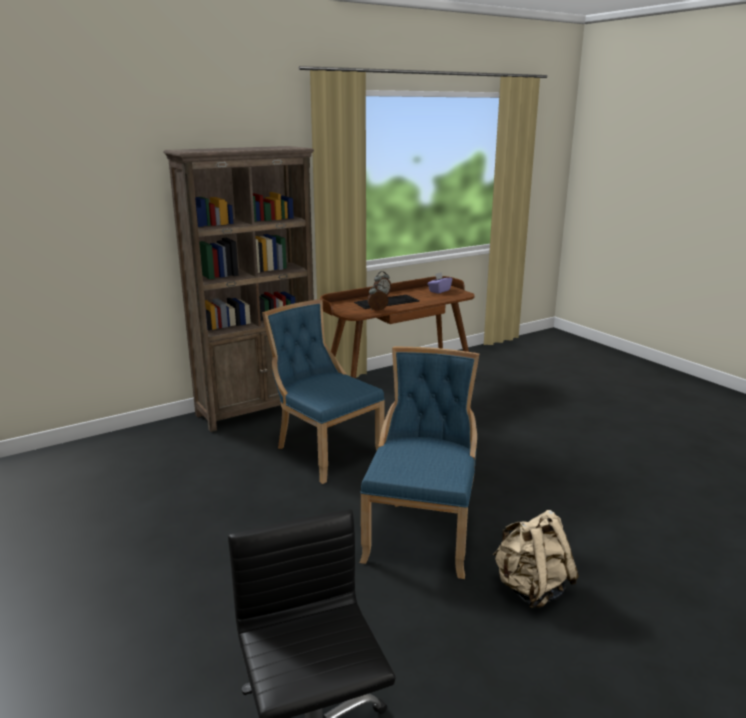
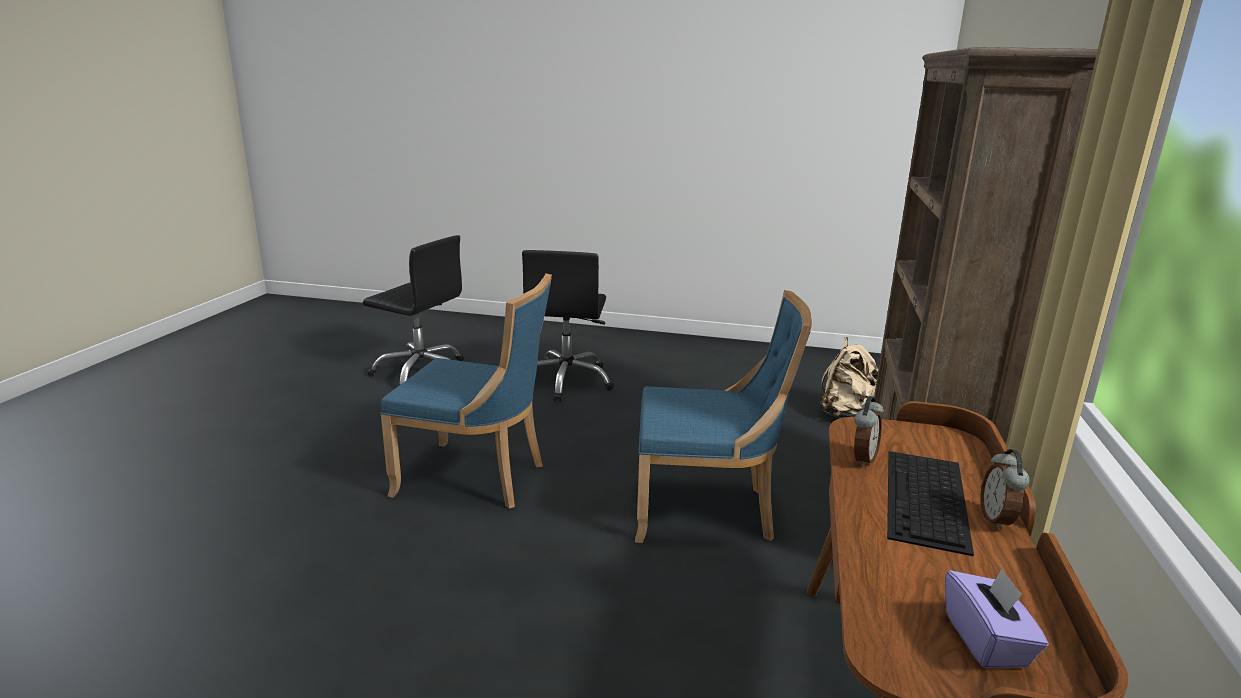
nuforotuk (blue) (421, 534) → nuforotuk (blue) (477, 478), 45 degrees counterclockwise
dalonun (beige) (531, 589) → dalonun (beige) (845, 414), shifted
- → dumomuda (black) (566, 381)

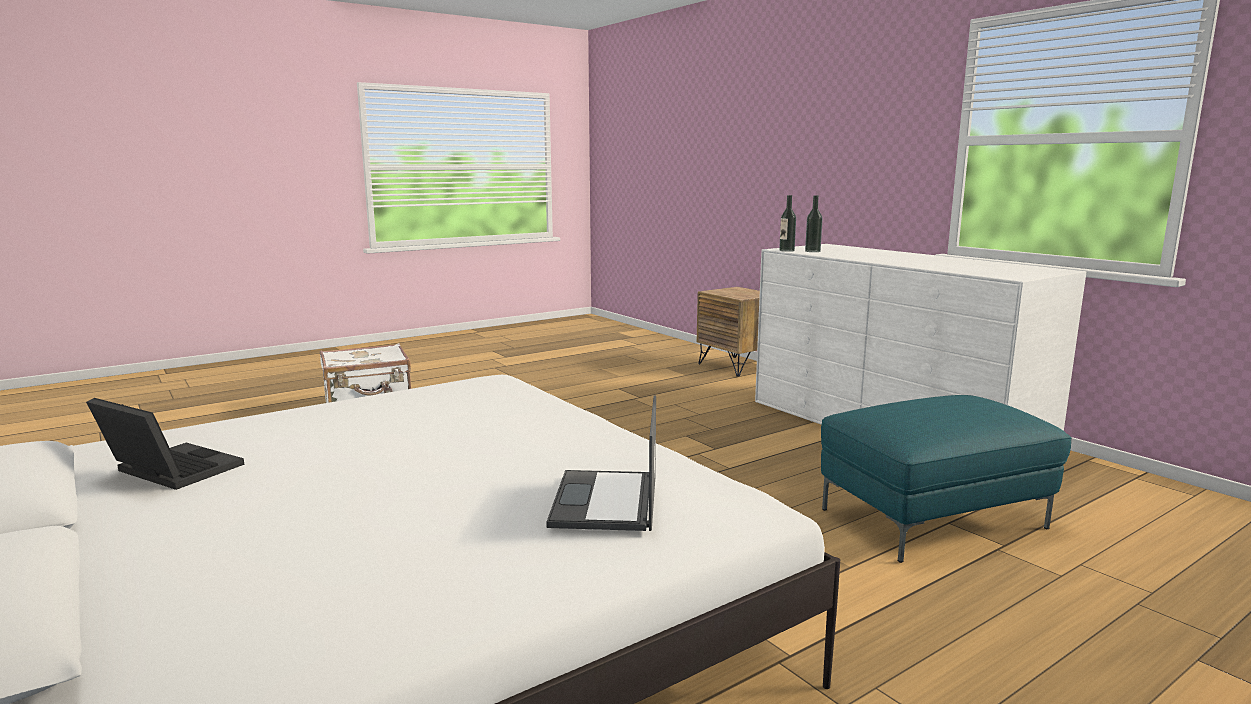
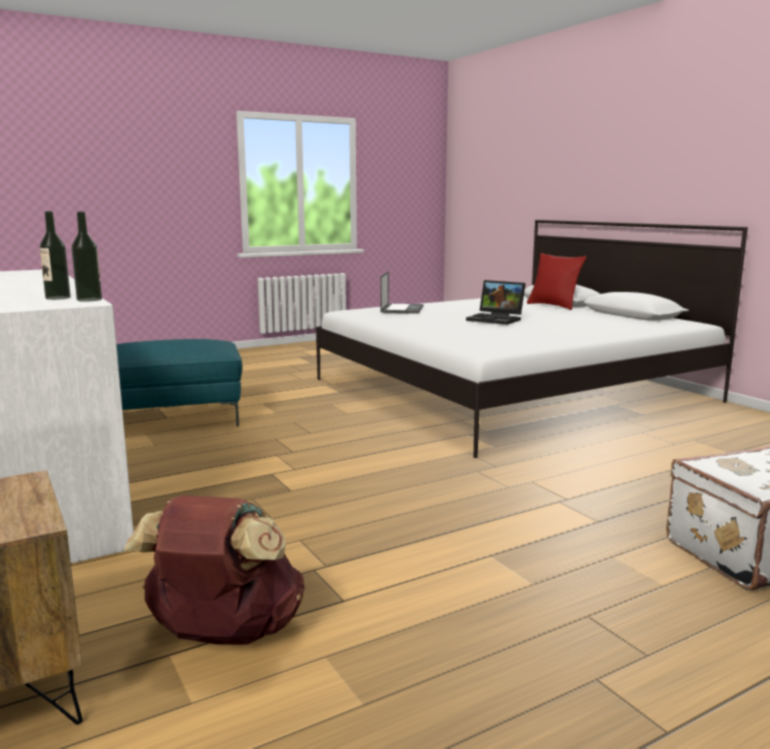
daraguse (168, 471) → daraguse (496, 319), shifted
- → dalonun (brown) (224, 635)
- → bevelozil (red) (553, 306)

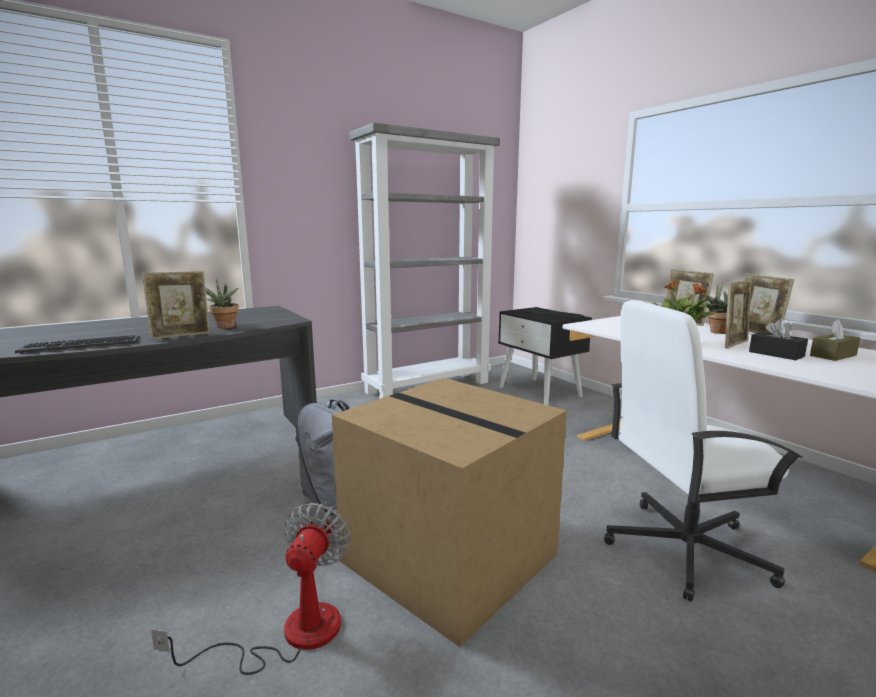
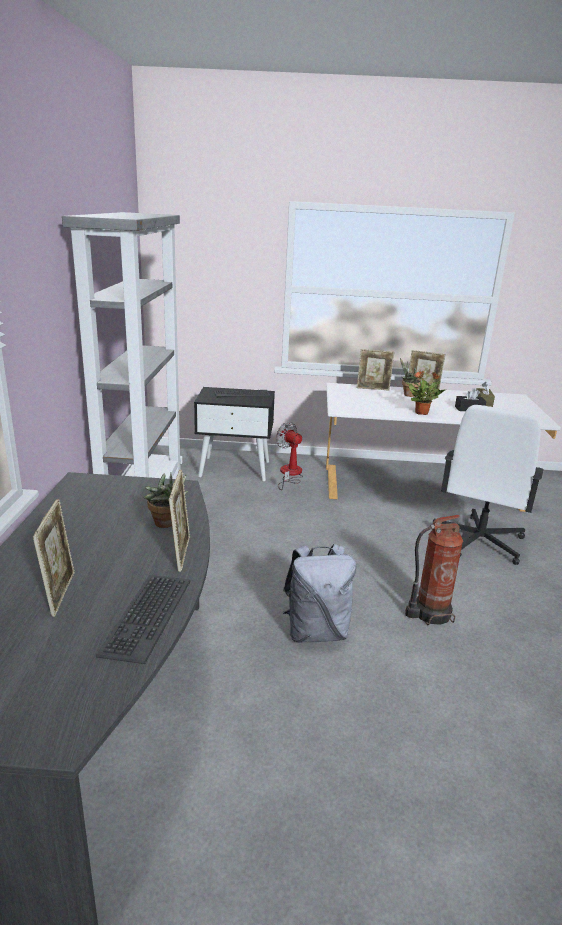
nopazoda (290, 635) → nopazoda (289, 474), shifted
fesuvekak (453, 557) → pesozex (429, 613)
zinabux (734, 344) → zinabux (60, 593), shifted

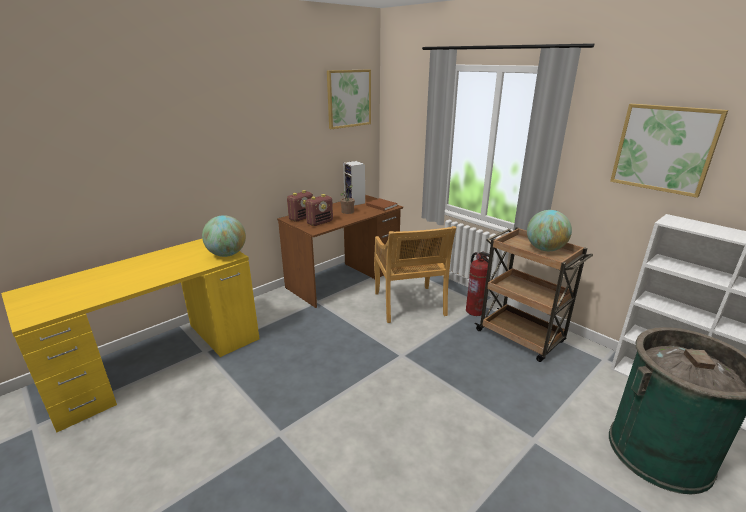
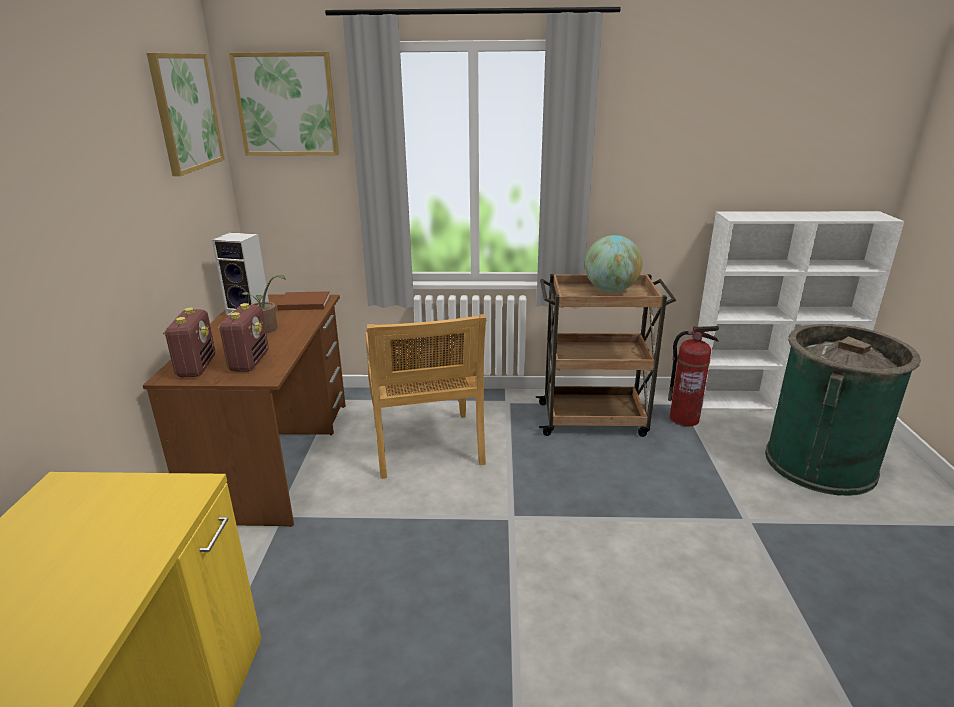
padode (227, 254) → -
nuforotuk (beige) (409, 305) → nuforotuk (beige) (427, 446), 45 degrees clockwise
pesozex (475, 311) → pesozex (684, 419), shifted
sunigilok (664, 148) → sunigilok (287, 105), shifted

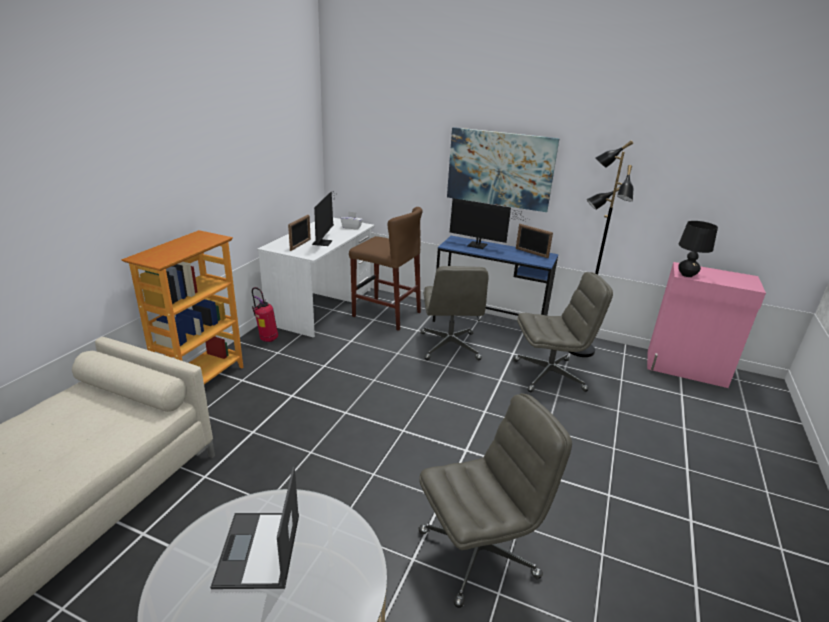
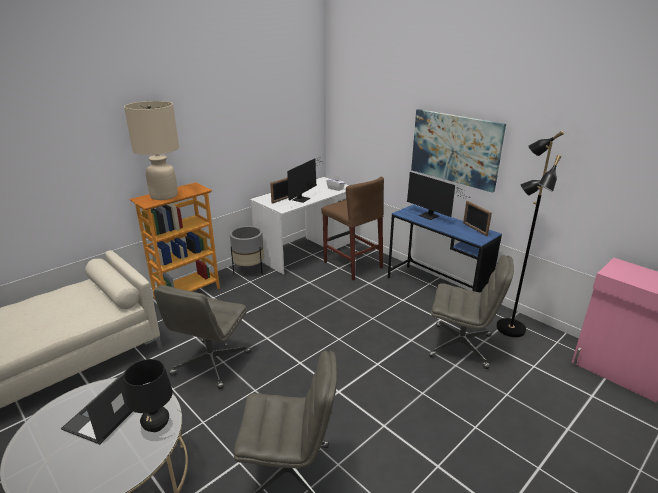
pesozex (267, 339) → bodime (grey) (249, 270)
dumomuda (grey) (450, 347) → dumomuda (grey) (211, 364), shifted
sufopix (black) (687, 275) → sufopix (black) (156, 426), shifted
- → sufopix (beige) (164, 195)

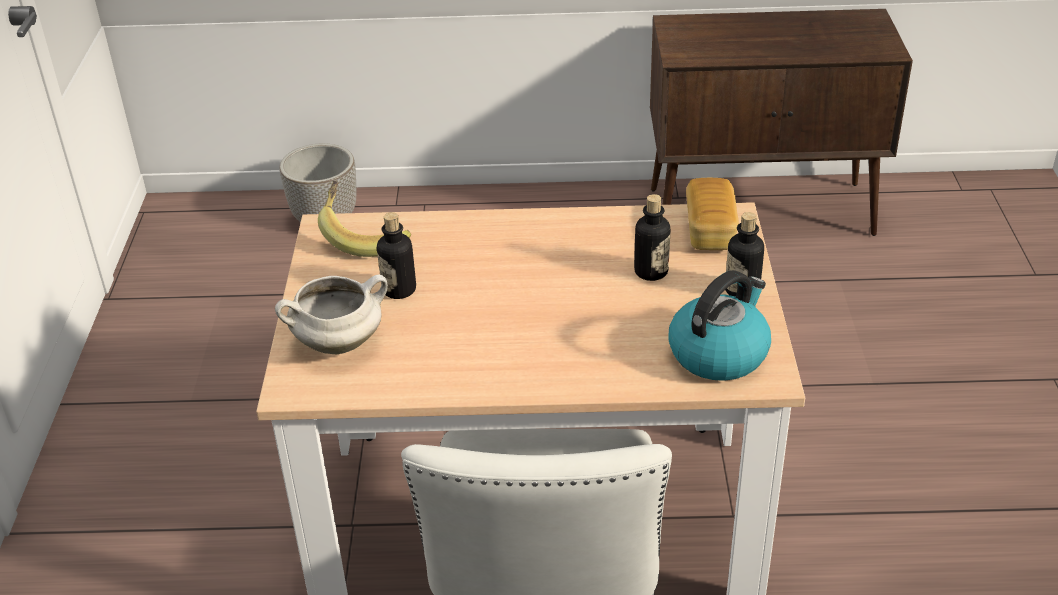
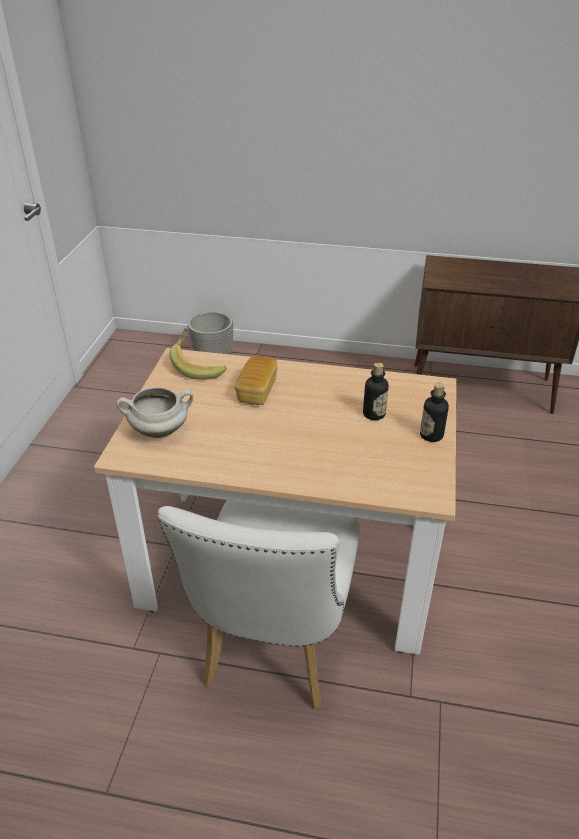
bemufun (399, 289) → -
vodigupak (719, 353) → -
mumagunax (710, 231) → mumagunax (257, 391), shifted

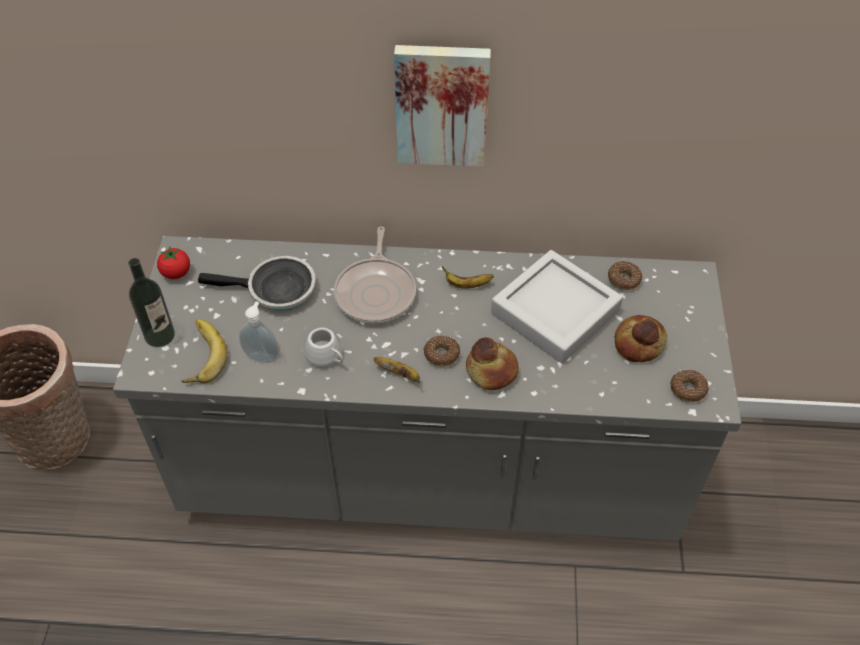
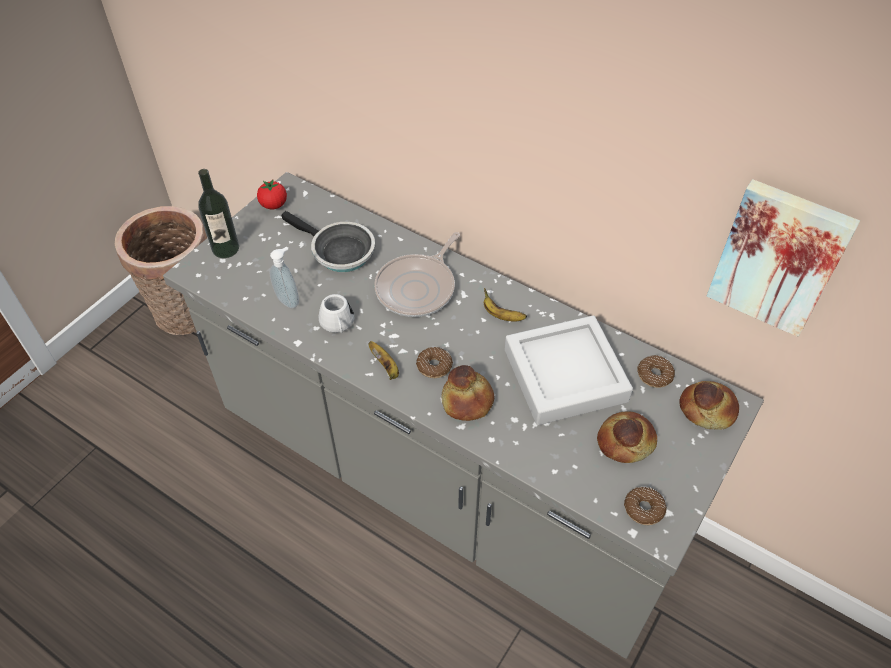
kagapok (200, 355) → -
sunigilok (442, 104) → sunigilok (779, 257), shifted
- → mumagunax (707, 410)

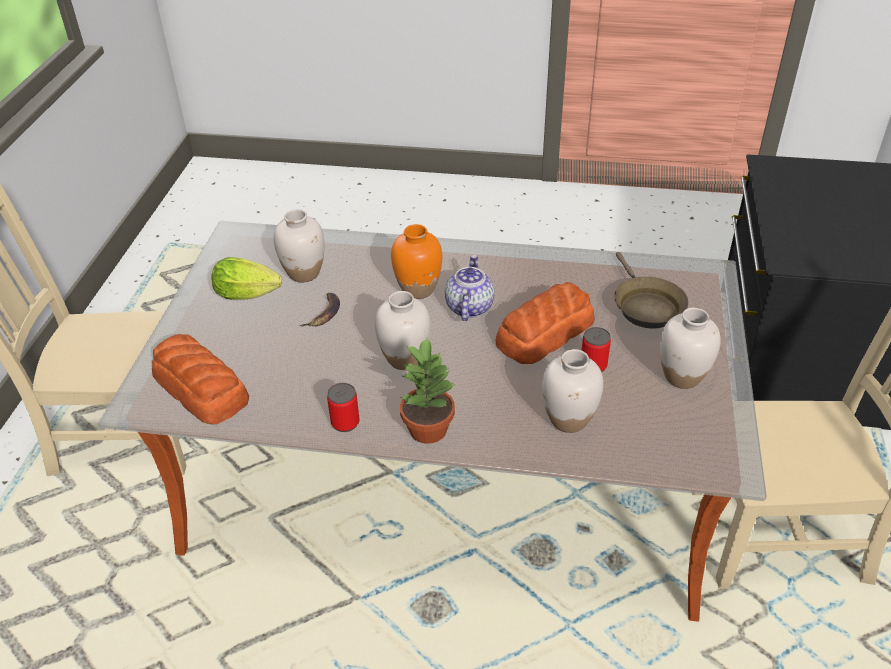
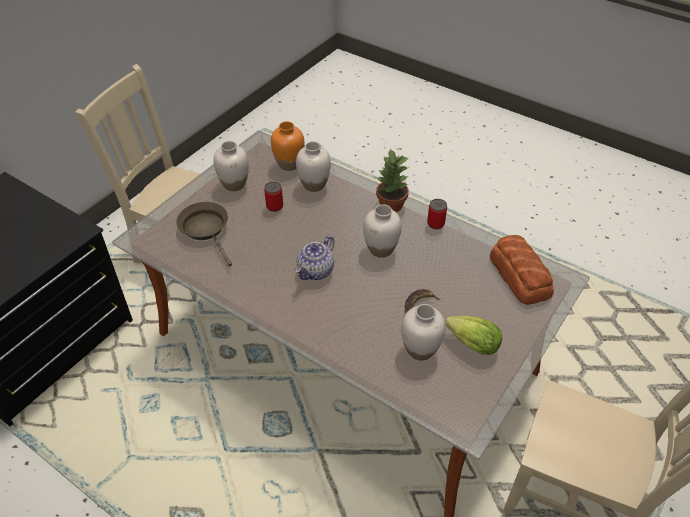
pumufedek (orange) (418, 289) → pumufedek (orange) (289, 164), shifted
mumagunax (543, 333) → -
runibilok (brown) (645, 306) → runibilok (brown) (206, 230), 45 degrees counterclockwise

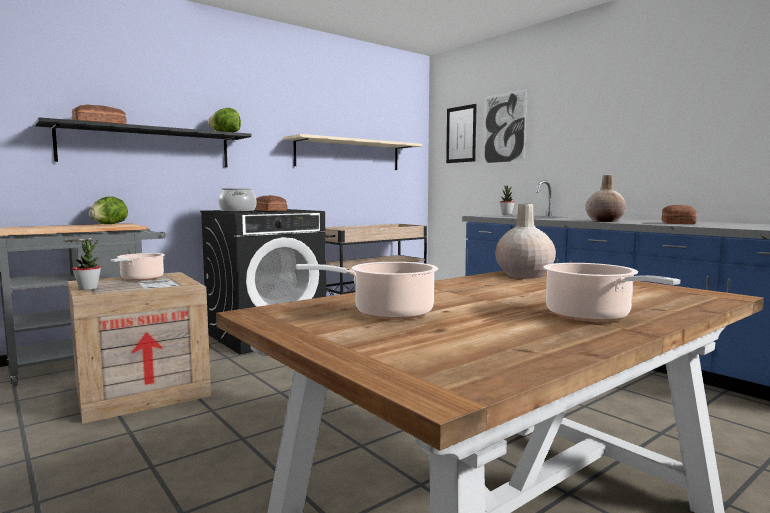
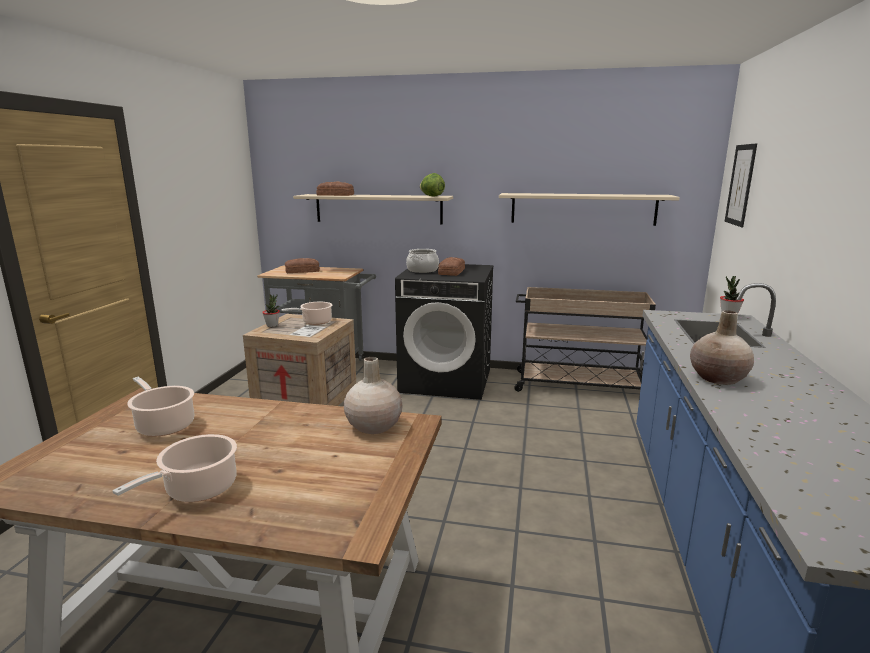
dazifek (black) (148, 147) → dazifek (beige) (378, 209)
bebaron (109, 224) → -
sunigilok (504, 128) → -
mumagunax (676, 223) → mumagunax (302, 271), shifted

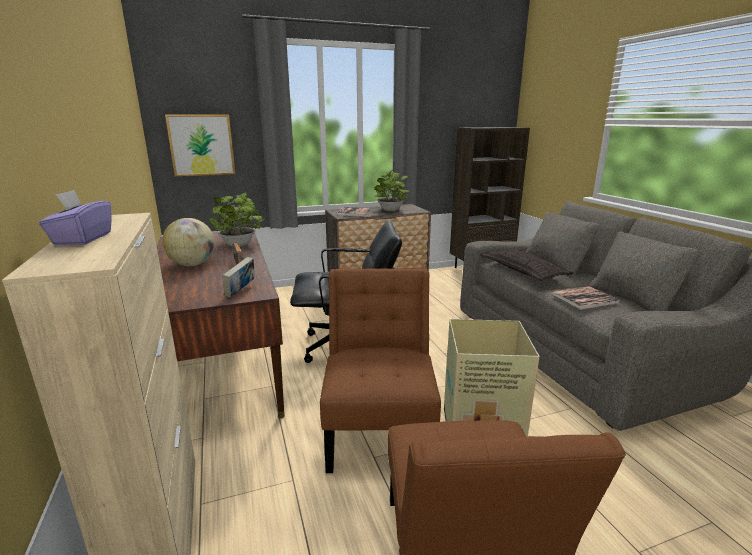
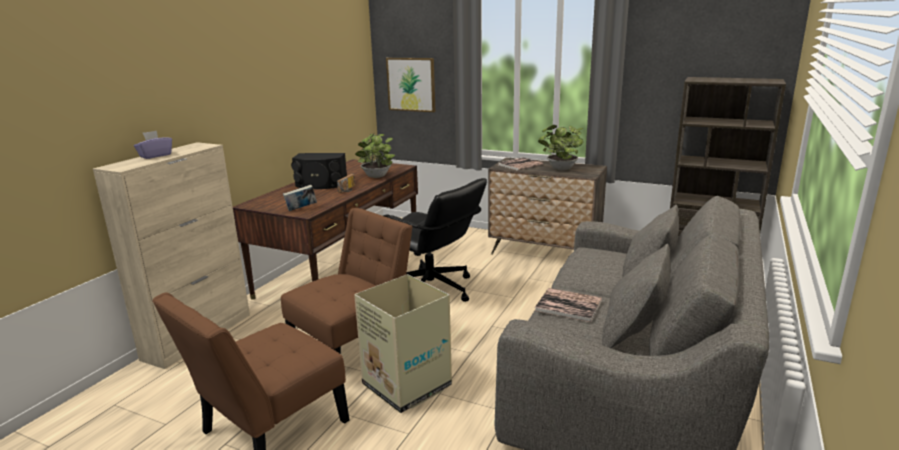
padode (192, 264) → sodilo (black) (320, 184)
bevelozil (522, 270) → -

